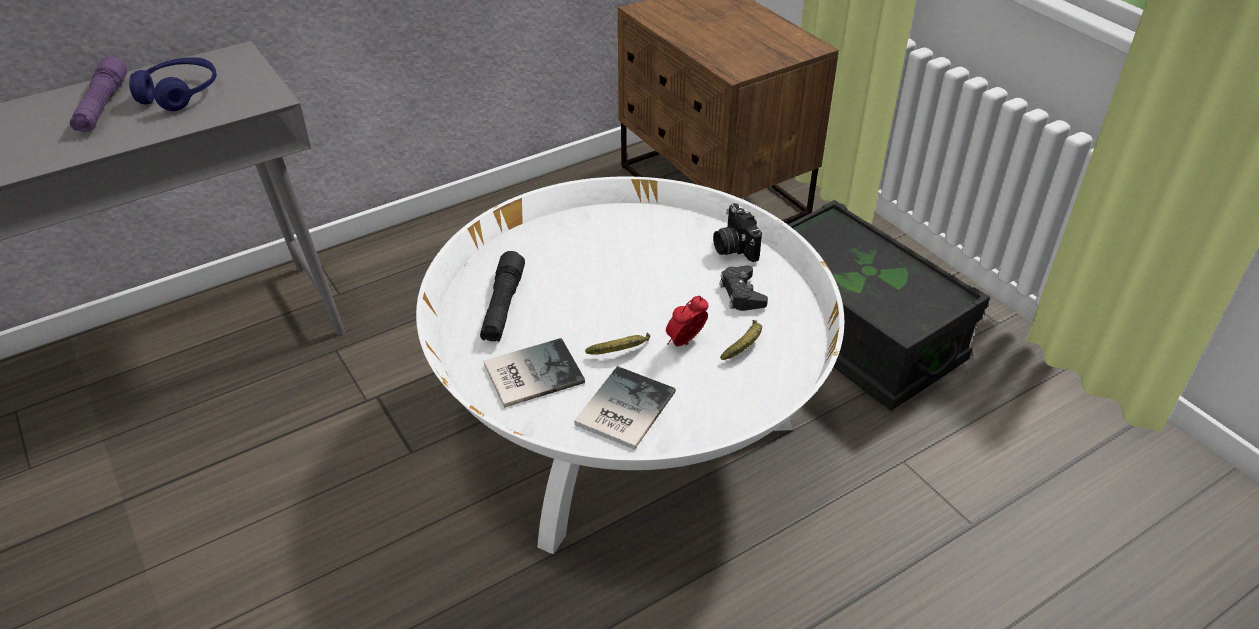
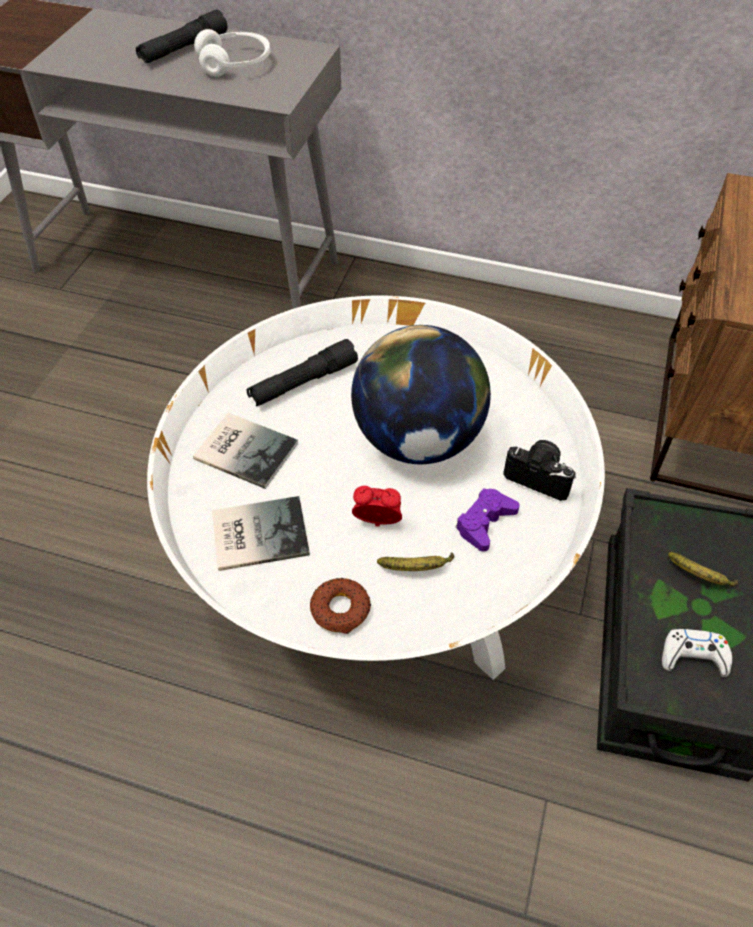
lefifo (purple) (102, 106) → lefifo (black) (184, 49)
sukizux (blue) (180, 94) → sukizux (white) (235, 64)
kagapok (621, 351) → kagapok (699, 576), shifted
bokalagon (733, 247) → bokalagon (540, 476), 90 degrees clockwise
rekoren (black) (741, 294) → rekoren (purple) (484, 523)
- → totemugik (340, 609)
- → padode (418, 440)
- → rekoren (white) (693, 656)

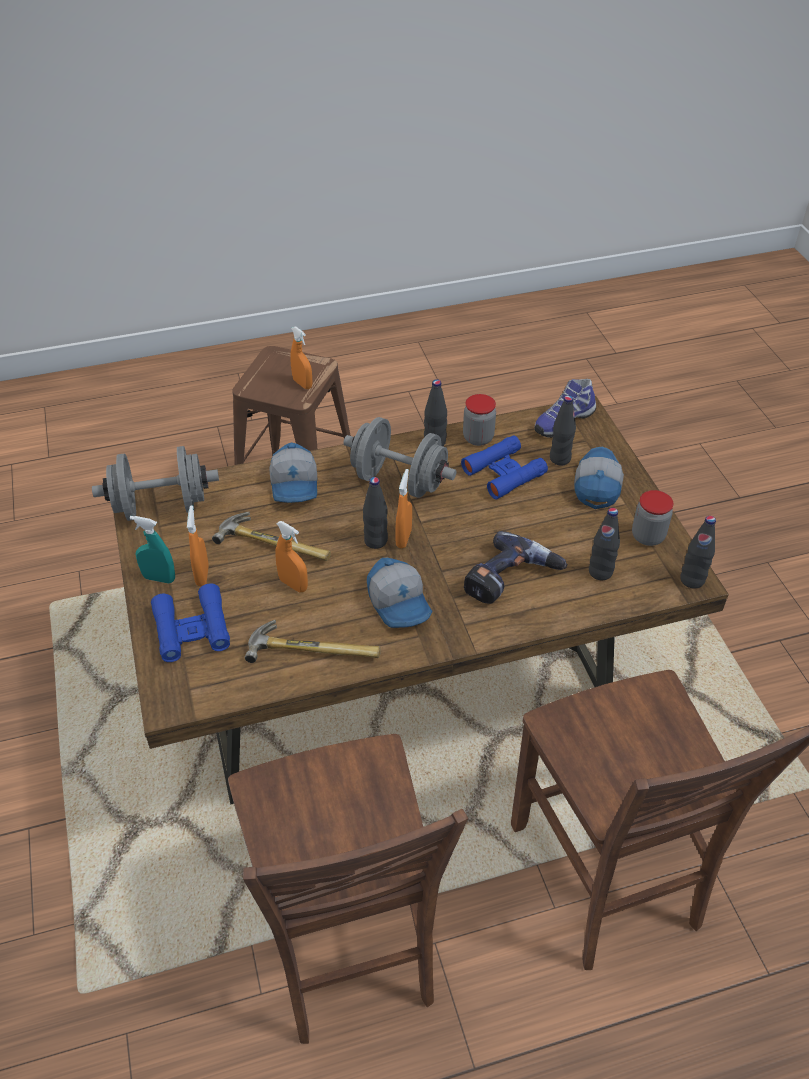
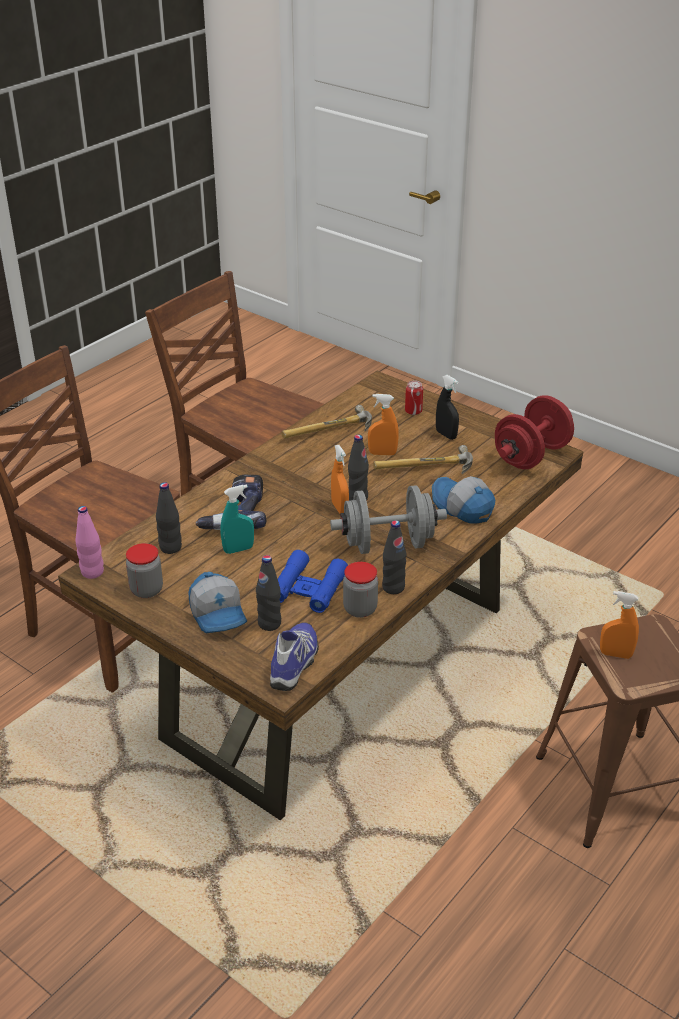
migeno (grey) (161, 507) → migeno (red) (531, 455)
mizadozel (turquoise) (159, 578) → mizadozel (turquoise) (238, 549), shifted
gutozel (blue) (192, 629) → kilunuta (413, 411)
mizadozel (orange) (202, 575) → mizadozel (black) (446, 435)
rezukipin (400, 602) → -
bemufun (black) (692, 580) → bemufun (pink) (92, 572)

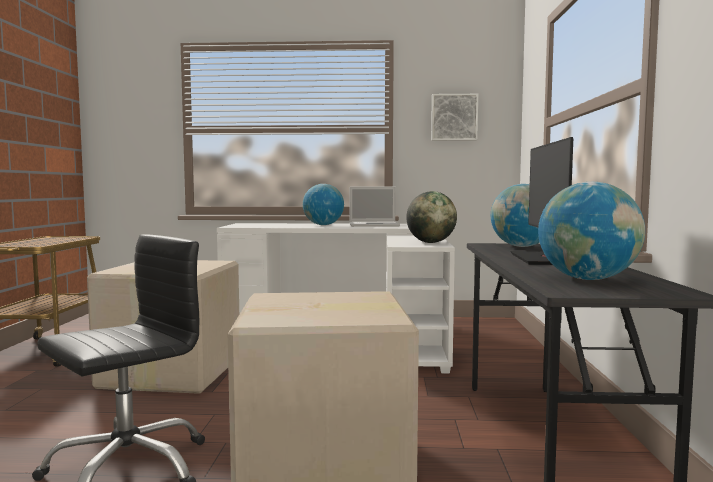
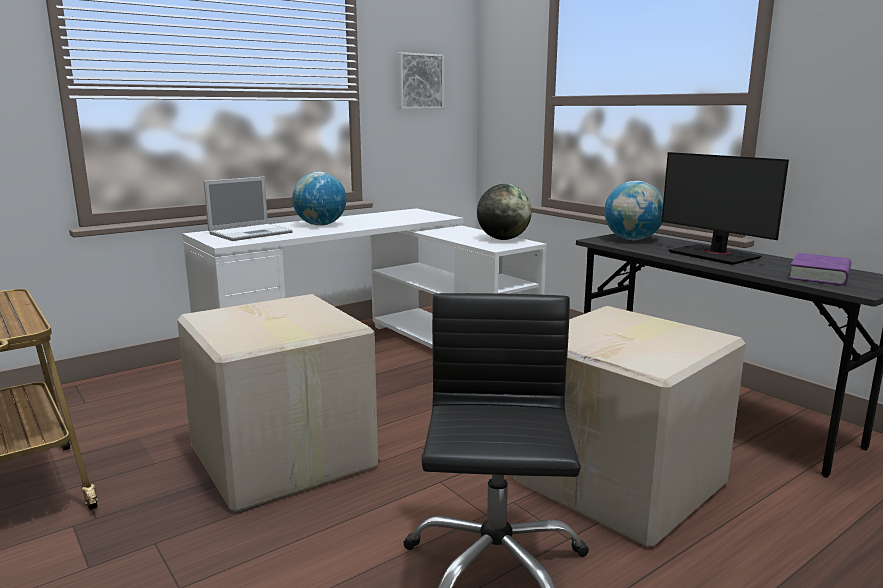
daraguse (375, 225) → daraguse (251, 233), shifted
padode (588, 279) → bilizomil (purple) (819, 275)

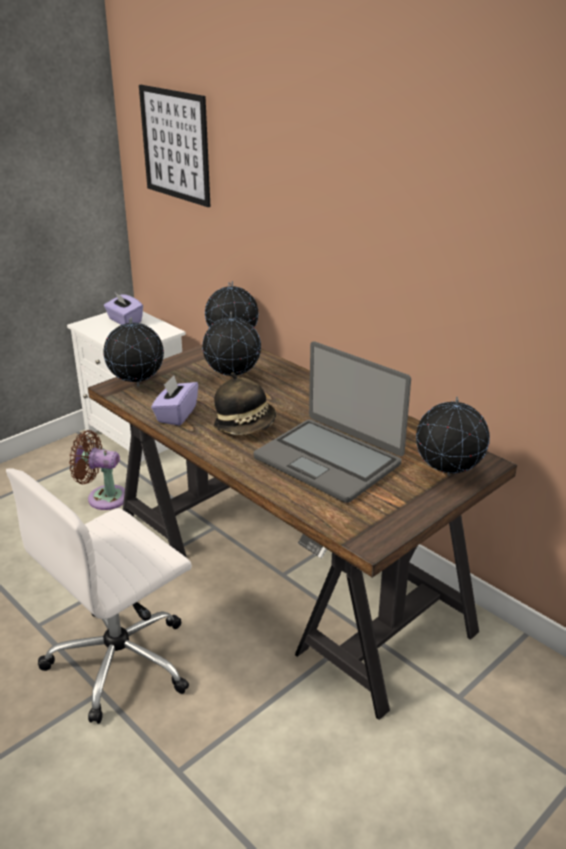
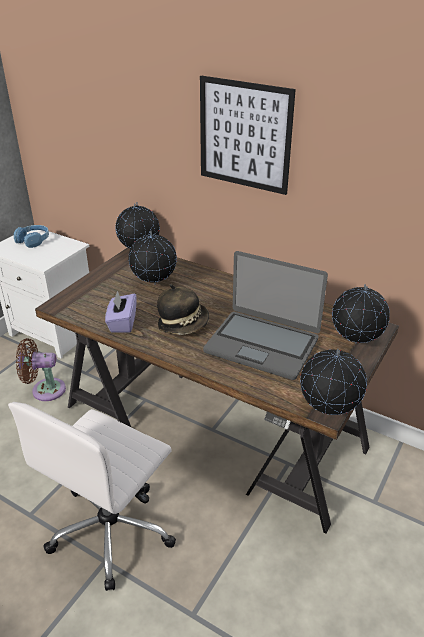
padode (137, 386) → padode (328, 412), shifted
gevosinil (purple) (124, 321) → sukizux (blue) (33, 240)
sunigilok (175, 145) → sunigilok (244, 135), shifted

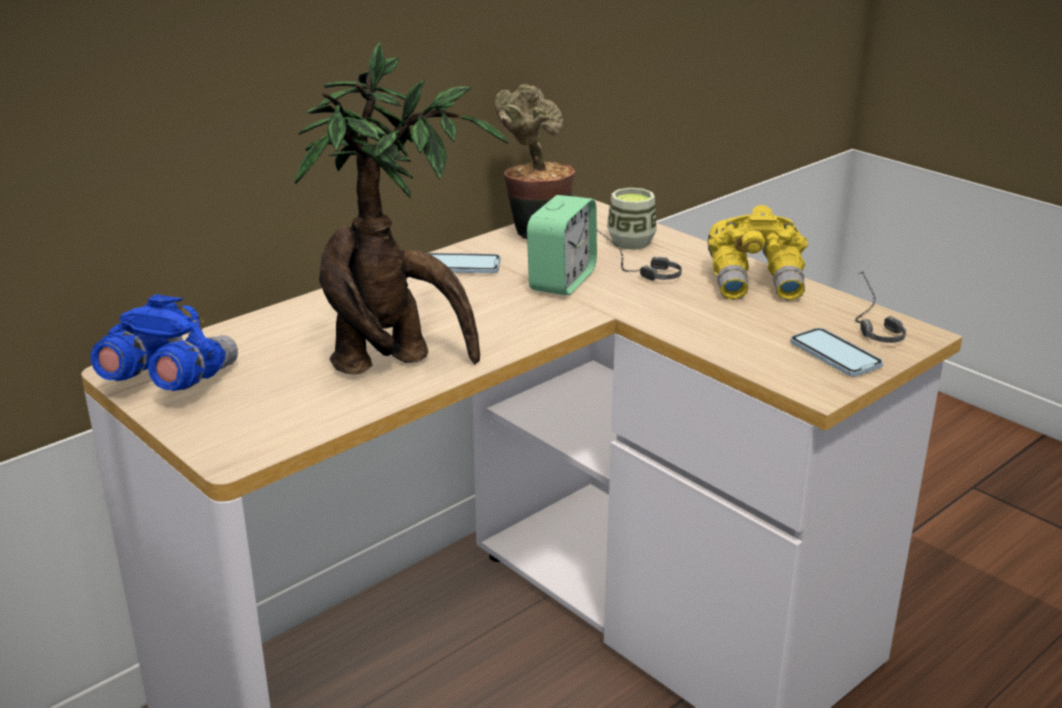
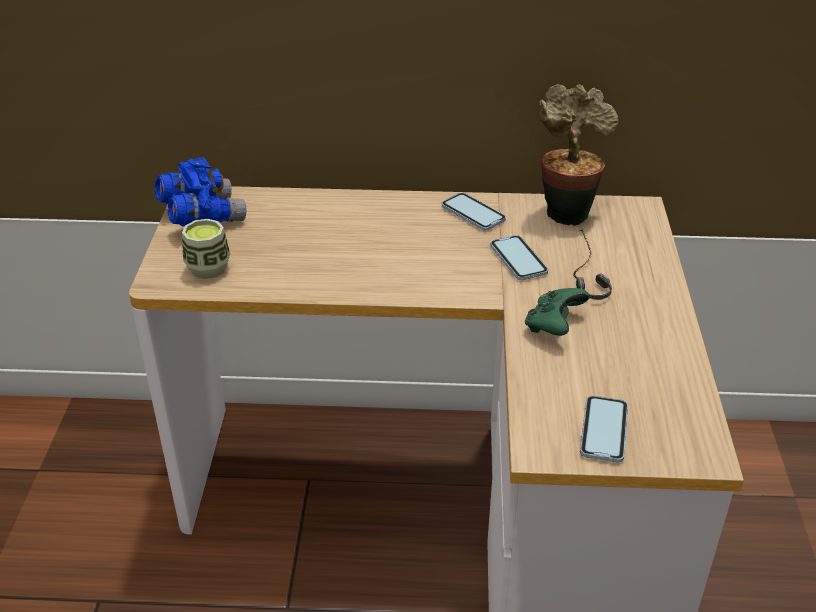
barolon (395, 362) → -
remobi (562, 281) → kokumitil (518, 259)
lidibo (631, 242) → lidibo (208, 268), shifted
gutozel (yellow) (756, 283) → -
sukizux (867, 321) → -
- → rekoren (green) (553, 325)

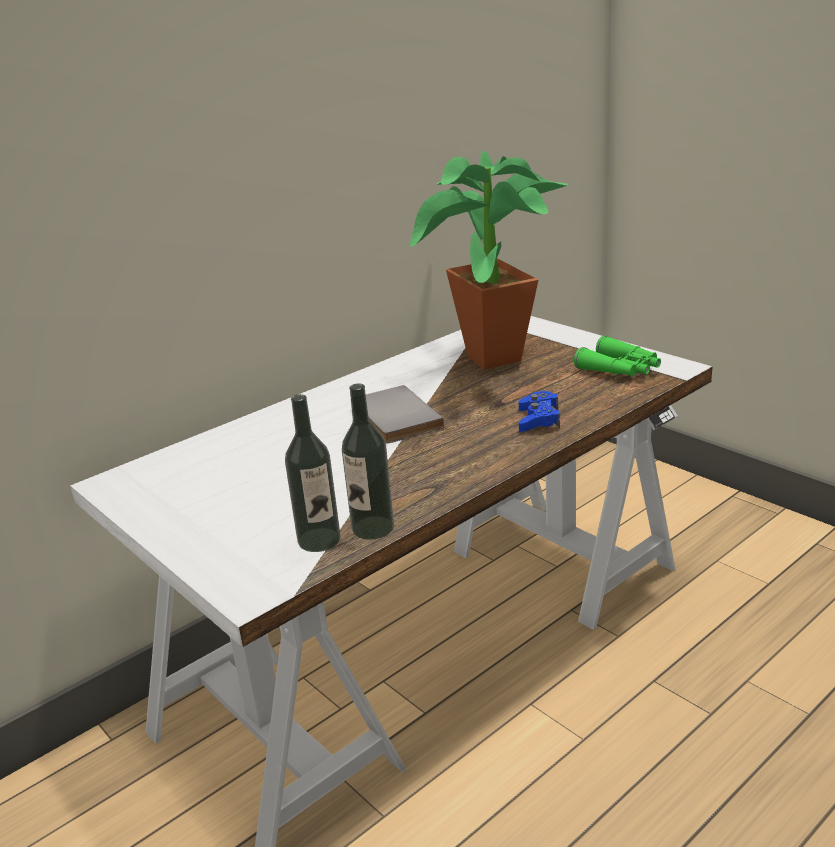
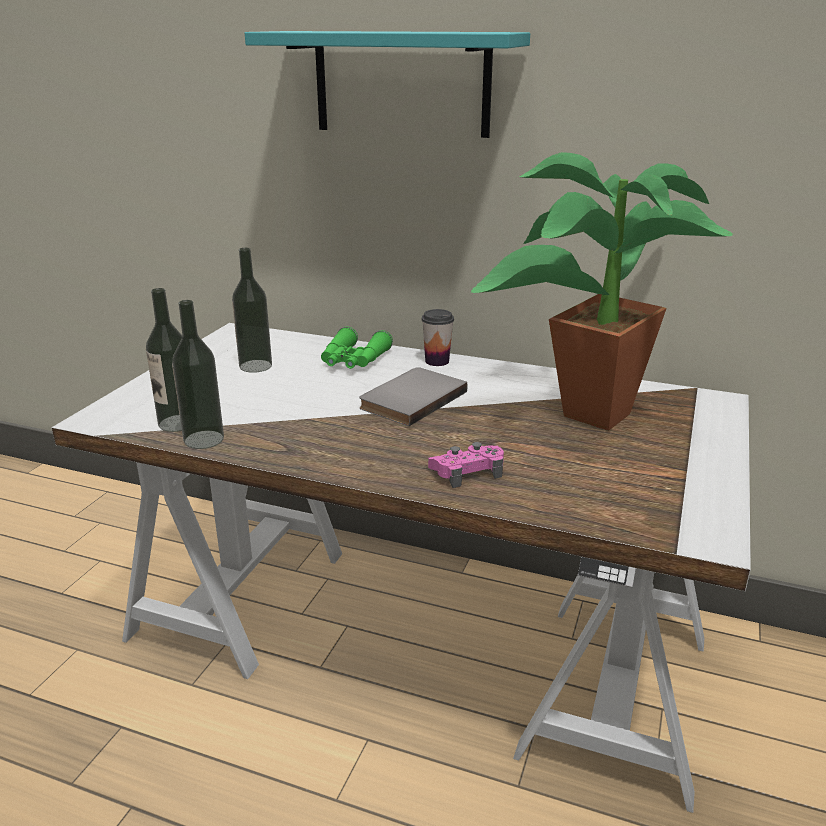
rekoren (blue) (538, 419) → rekoren (pink) (467, 472)
gutozel (green) (620, 369) → gutozel (green) (353, 361), shifted
- → bemufun (255, 366)
- → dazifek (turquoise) (401, 83)
- → lidibo (437, 361)

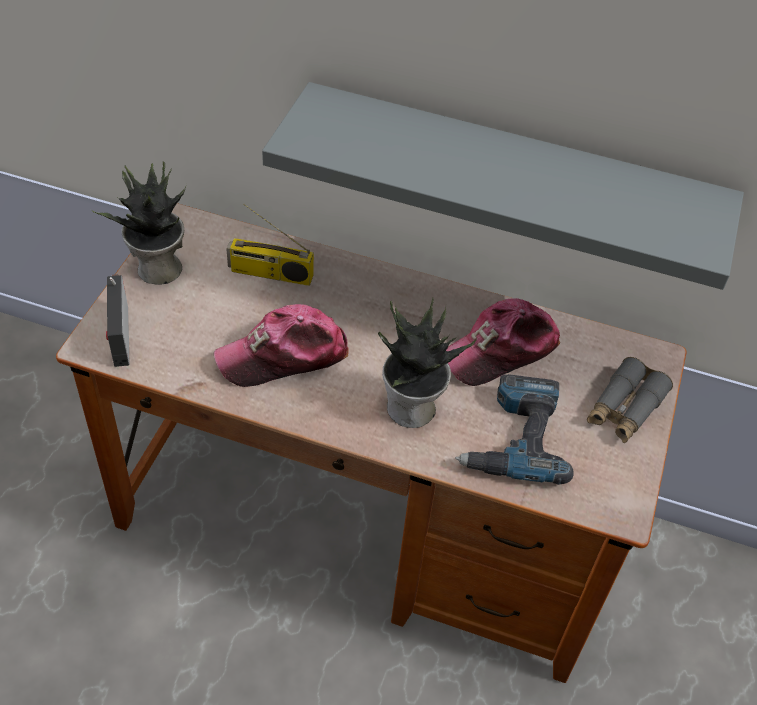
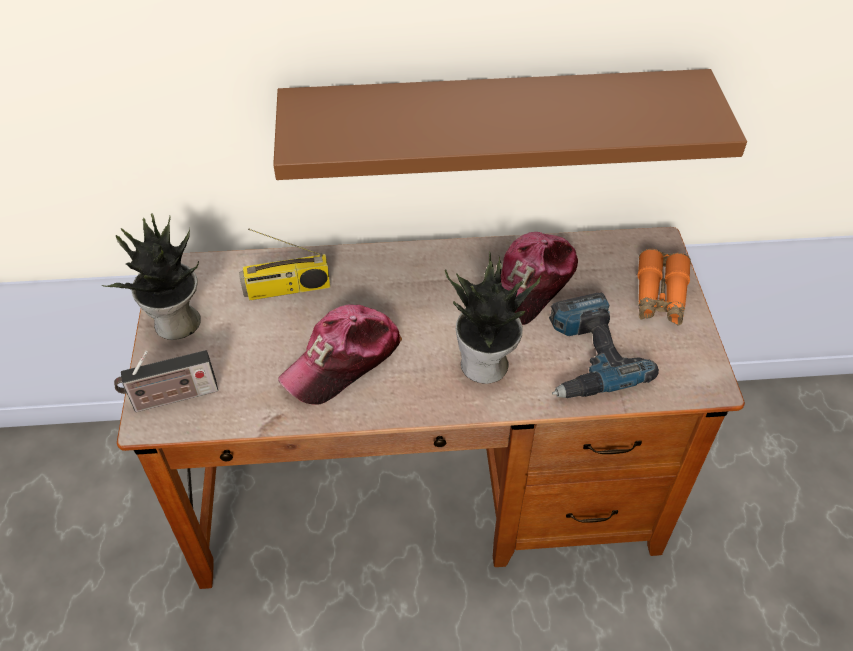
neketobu (120, 333) → neketobu (171, 398), 75 degrees counterclockwise
dazifek (grey) (509, 177) → dazifek (brown) (493, 122)
gutozel (grey) (624, 409) → gutozel (orange) (660, 296)

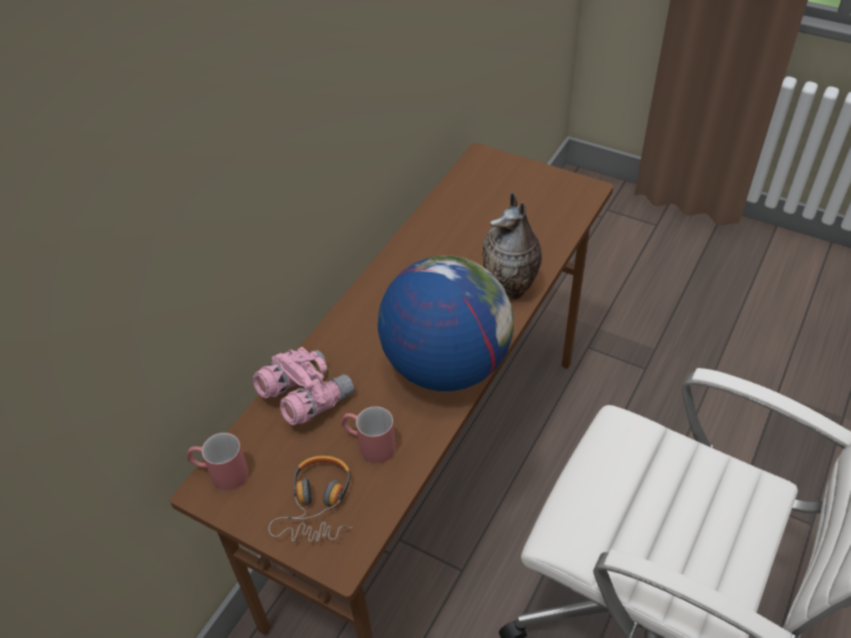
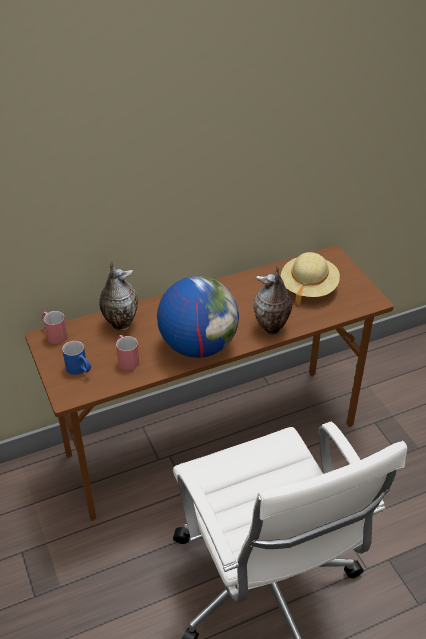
gutozel (pink) (305, 398) → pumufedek (120, 323)
sukizux (318, 504) → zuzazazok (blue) (80, 370)
- → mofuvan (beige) (308, 287)

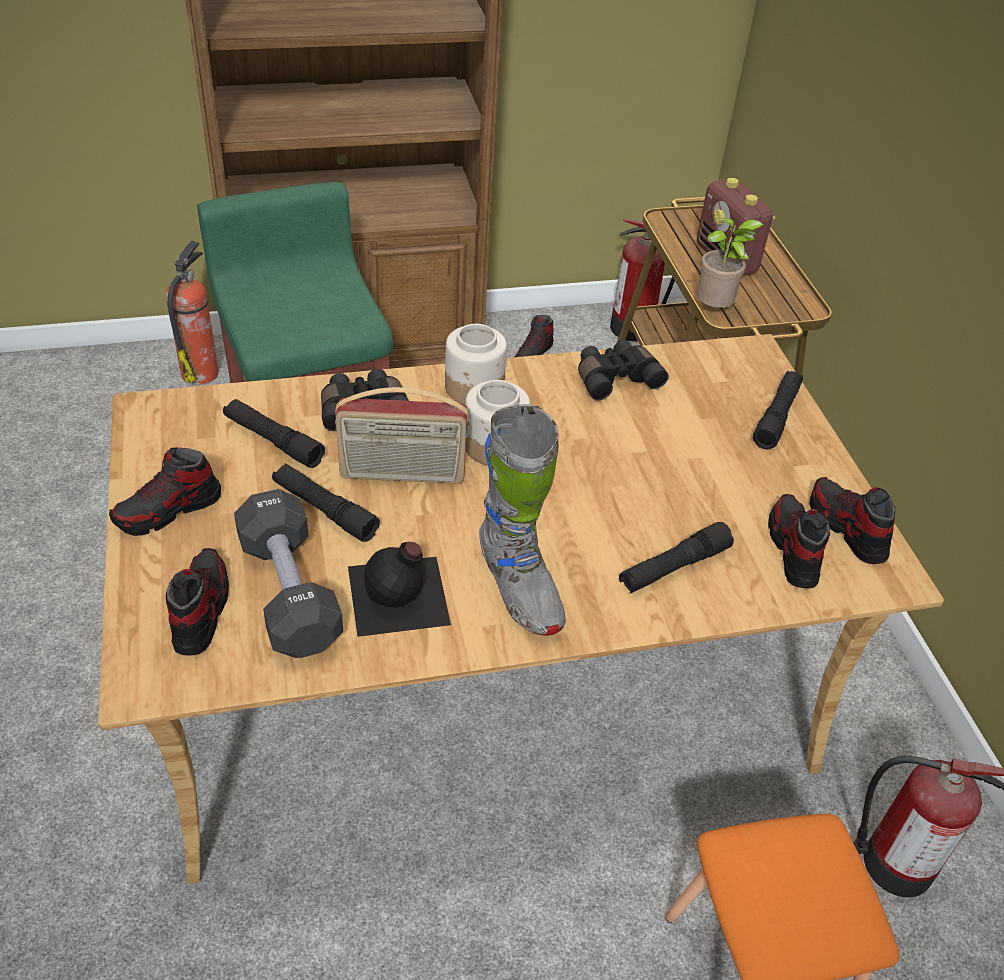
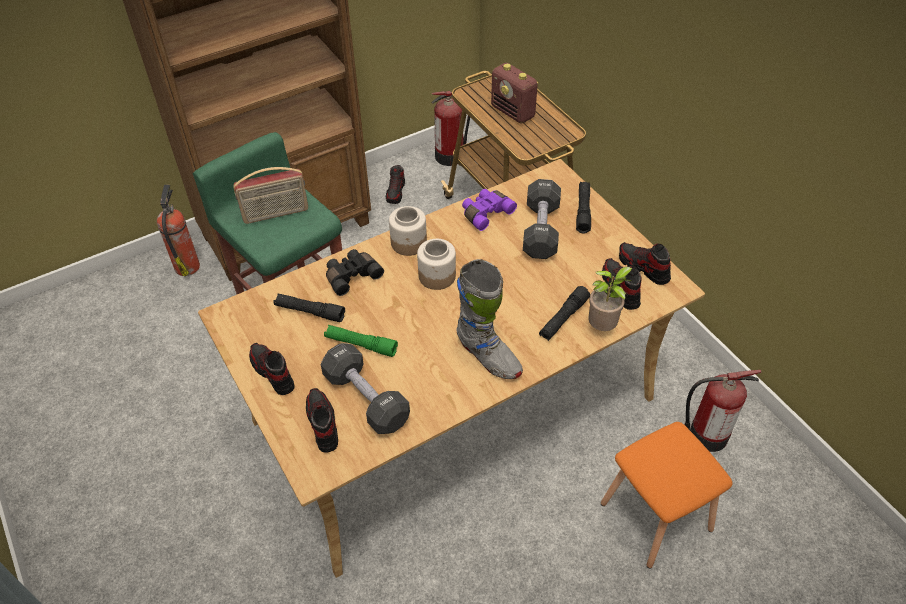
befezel (168, 510) → befezel (272, 373), 105 degrees clockwise
lefifo (black) (324, 510) → lefifo (green) (361, 345)
neketobu (402, 474) → neketobu (275, 214), shifted
bemufun (black) (400, 596) → -
gutozel (black) (615, 378) → gutozel (purple) (485, 213)
barolon (715, 310) → barolon (603, 327), shifted
- → migeno (black) (541, 230)

